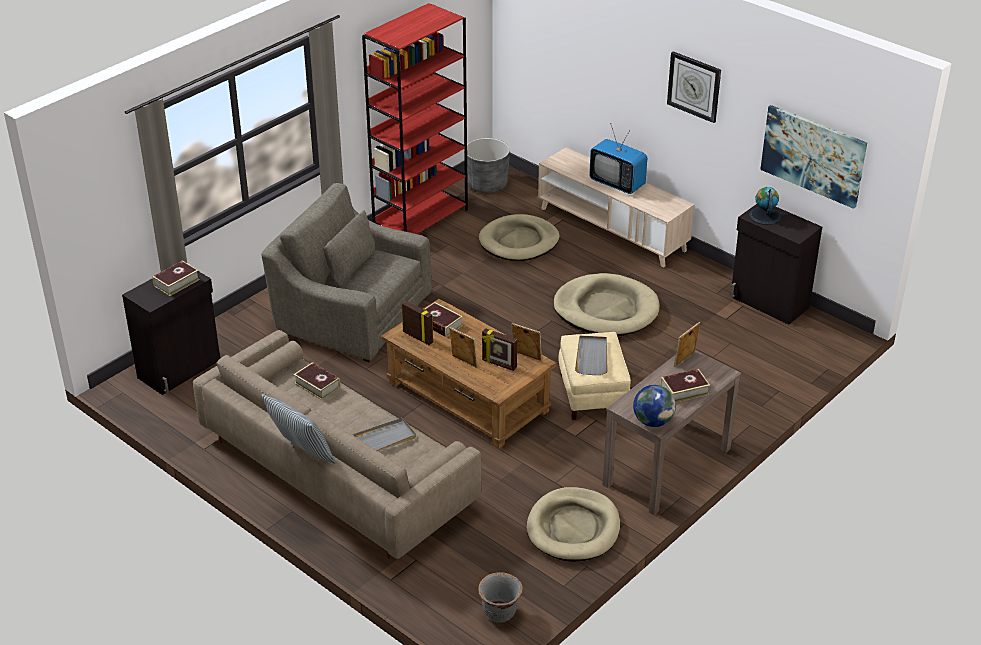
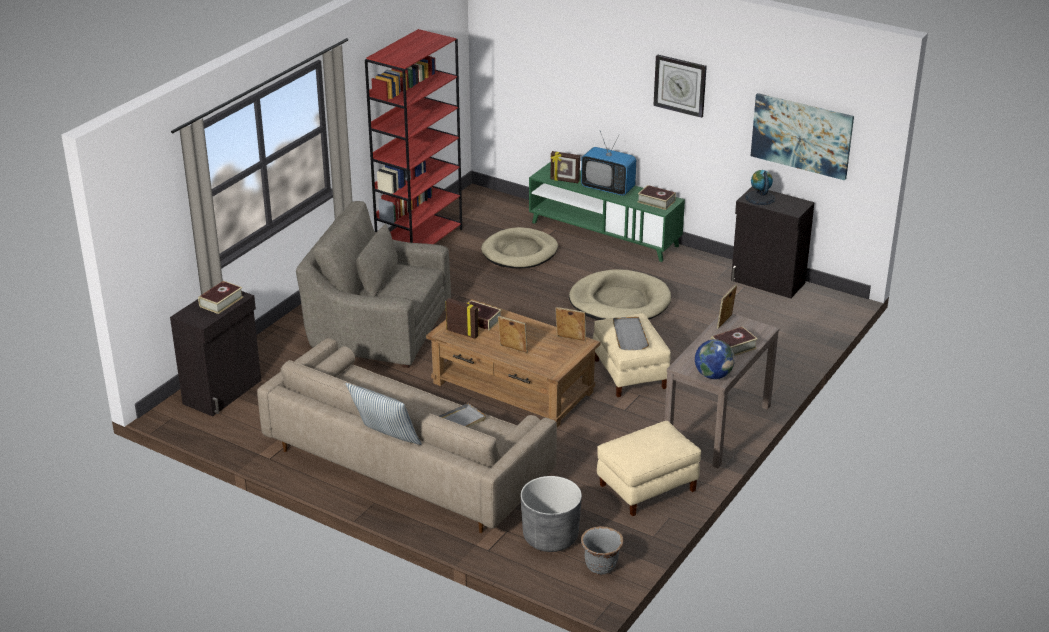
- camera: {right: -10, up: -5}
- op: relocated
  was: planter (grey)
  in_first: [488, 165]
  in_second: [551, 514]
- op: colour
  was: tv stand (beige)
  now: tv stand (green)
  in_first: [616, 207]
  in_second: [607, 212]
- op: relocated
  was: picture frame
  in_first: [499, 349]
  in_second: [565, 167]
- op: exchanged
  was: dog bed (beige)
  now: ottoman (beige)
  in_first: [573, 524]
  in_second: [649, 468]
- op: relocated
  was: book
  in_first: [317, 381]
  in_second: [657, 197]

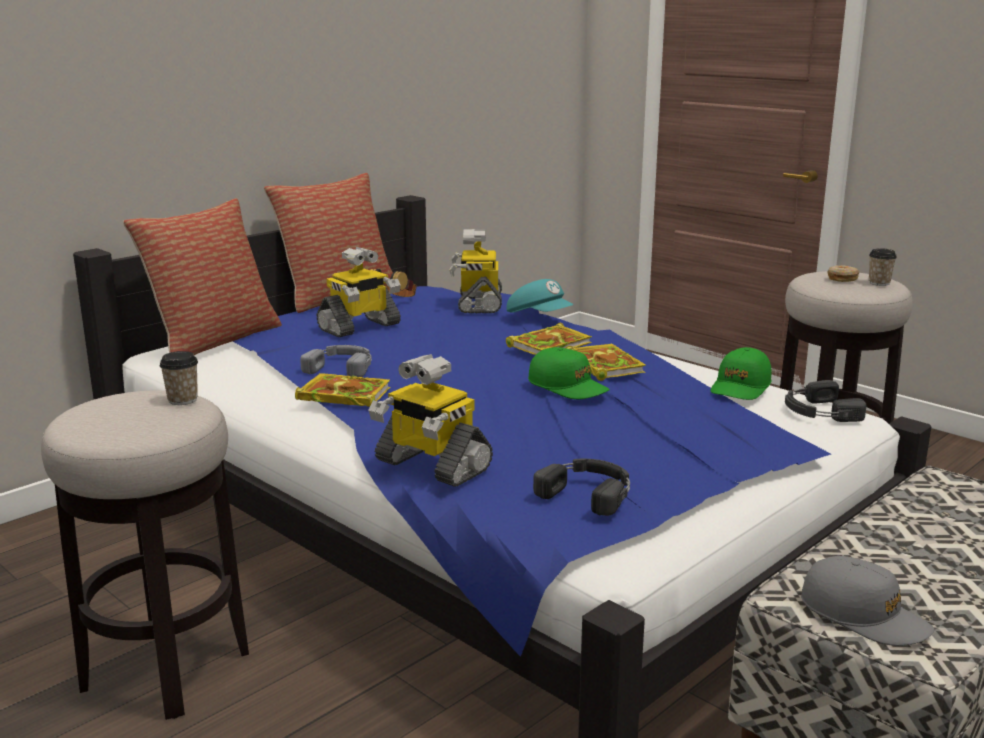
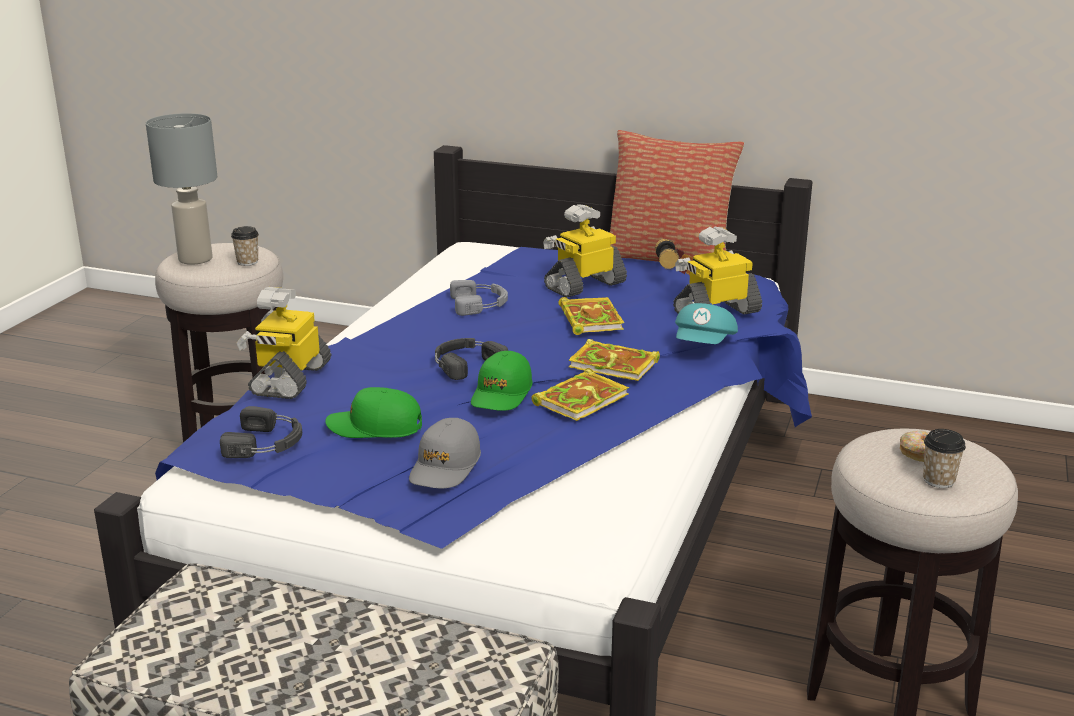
- camera: {right: 65, up: 5}
- op: appeared
  now: table lamp (grey)
  in_second: [181, 189]
- op: relocated
  was: cap (green)
  in_first: [741, 373]
  in_second: [373, 412]
- op: relocated
  was: cap (grey)
  in_first: [867, 601]
  in_second: [445, 453]
- op: relocated
  was: headphones (black)
  in_first: [825, 401]
  in_second: [471, 359]
- op: spun
  was: toy robot
  in_first: [359, 292]
  in_second: [585, 251]
  clockwise: 120
- op: relocated
  was: book
  in_first: [343, 390]
  in_second: [591, 316]
- op: missing
  was: pillow
  in_first: [202, 276]

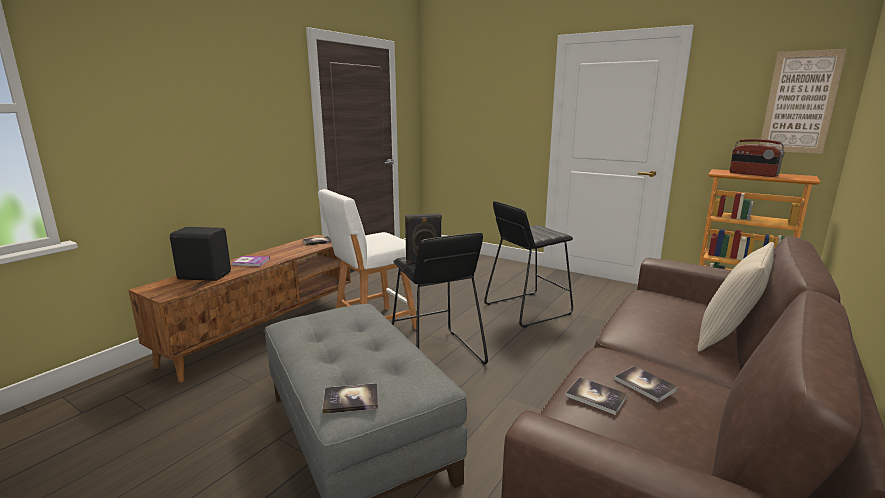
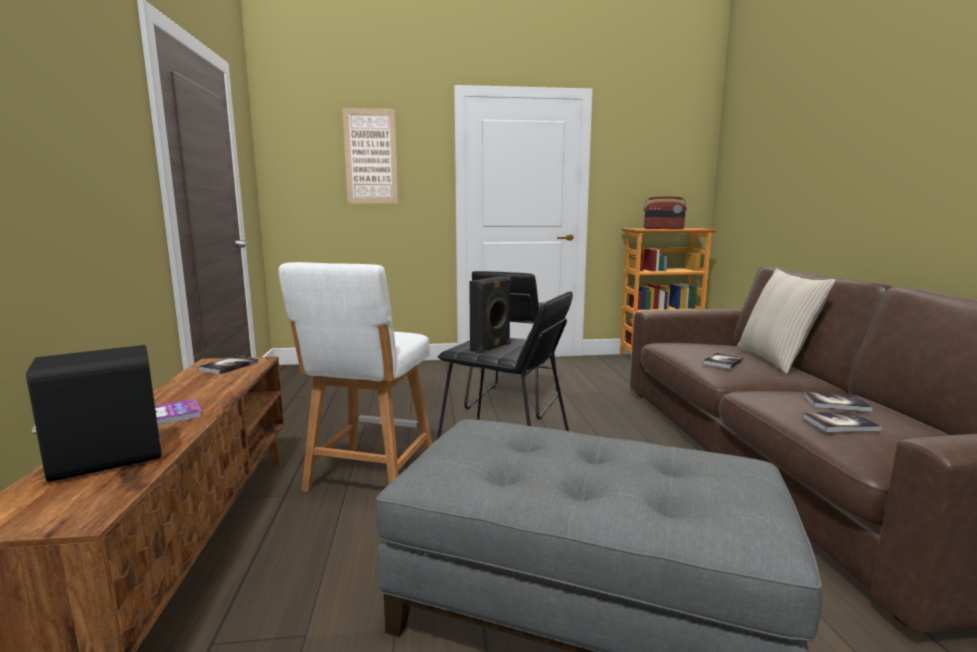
- camera: {right: -40, up: -5}
- op: relocated
  was: picture
  in_first: [803, 101]
  in_second: [370, 155]
- op: relocated
  was: book
  in_first: [350, 398]
  in_second: [723, 361]

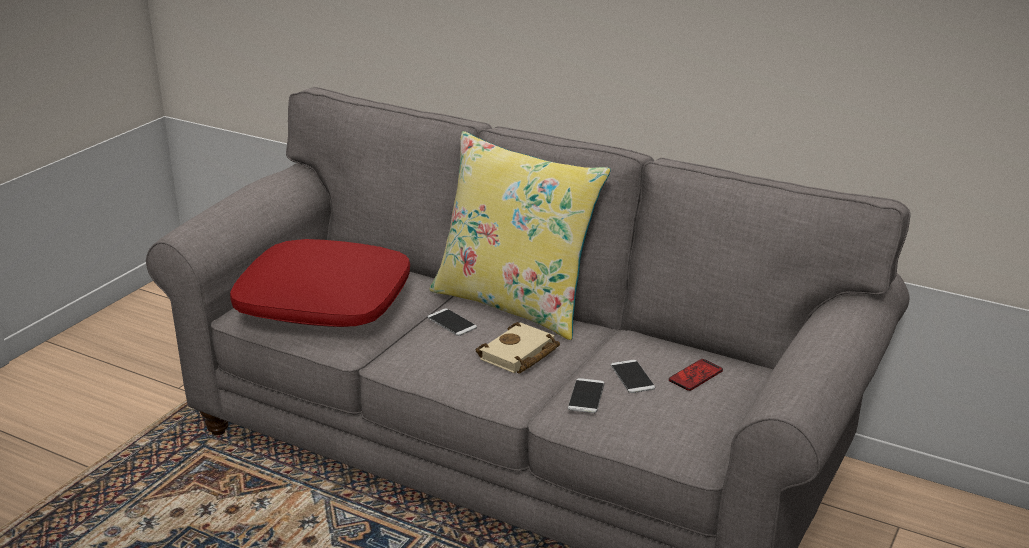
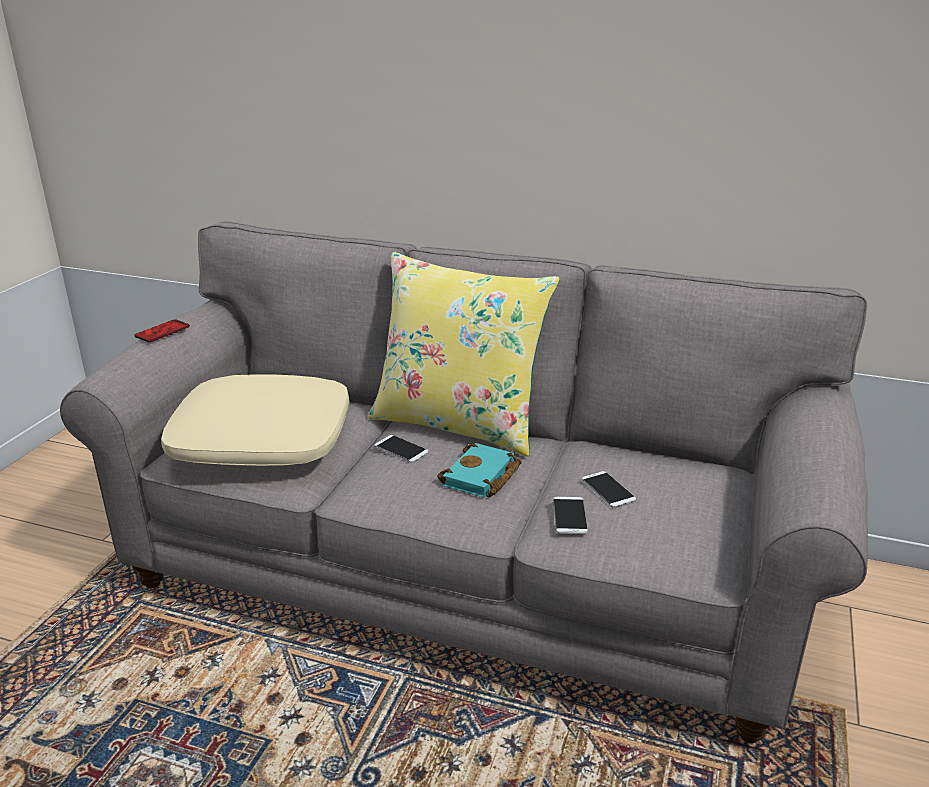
- camera: {right: -10, up: 0}
- op: relocated
  was: phone
  in_first: [696, 375]
  in_second: [162, 330]
- op: colour
  was: pillow (red)
  now: pillow (beige)
  in_first: [320, 283]
  in_second: [255, 420]
- op: colour
  was: book (beige)
  now: book (turquoise)
  in_first: [518, 348]
  in_second: [479, 470]

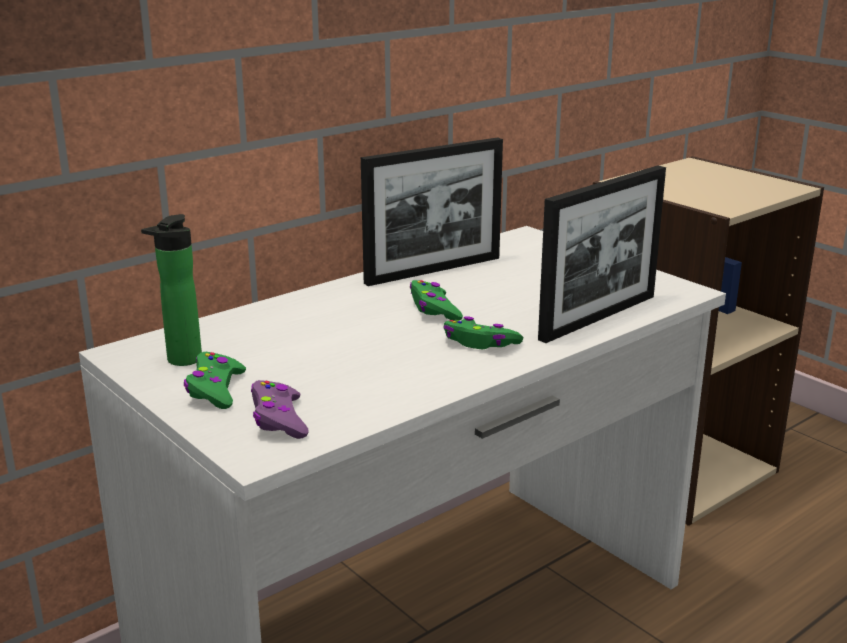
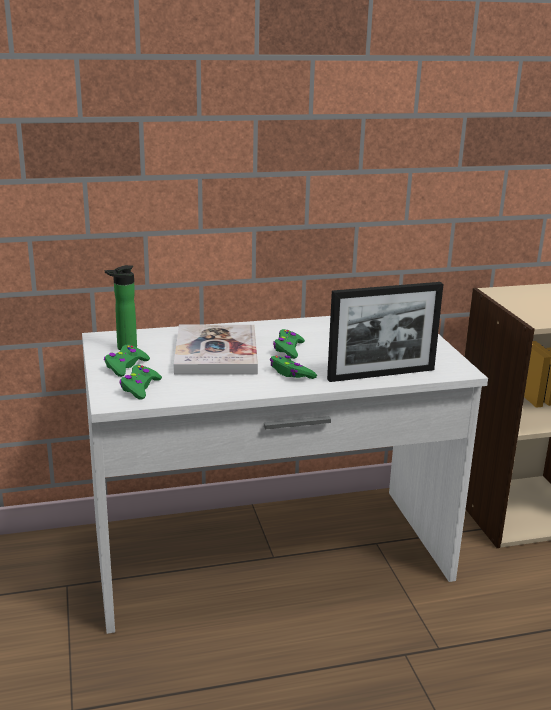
- camera: {right: 25, up: 0}
- op: colour
  was: game controller (purple)
  now: game controller (green)
  in_first: [280, 409]
  in_second: [140, 382]
- op: appeared
  now: book
  in_second: [216, 349]
- op: missing
  was: picture frame
  in_first: [432, 211]

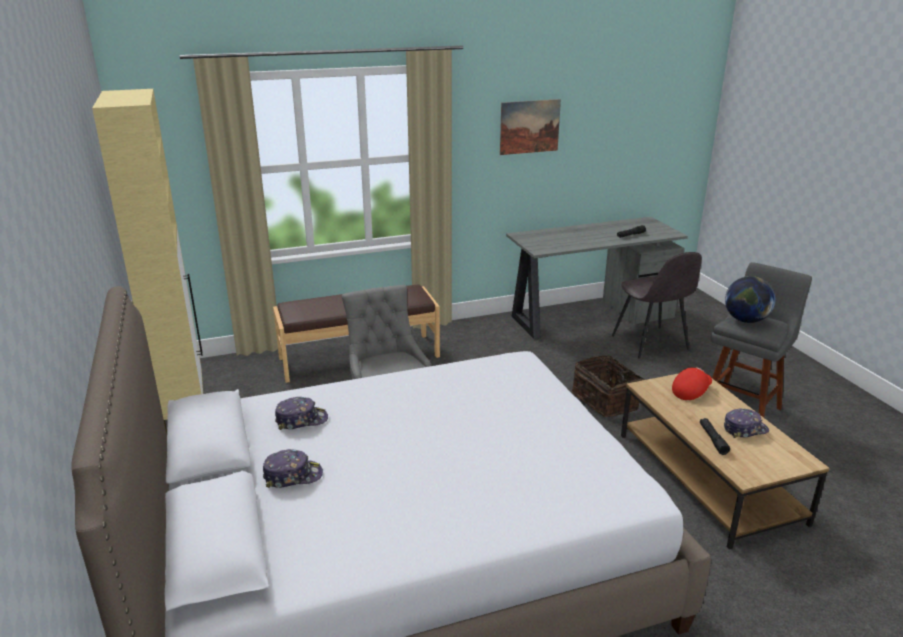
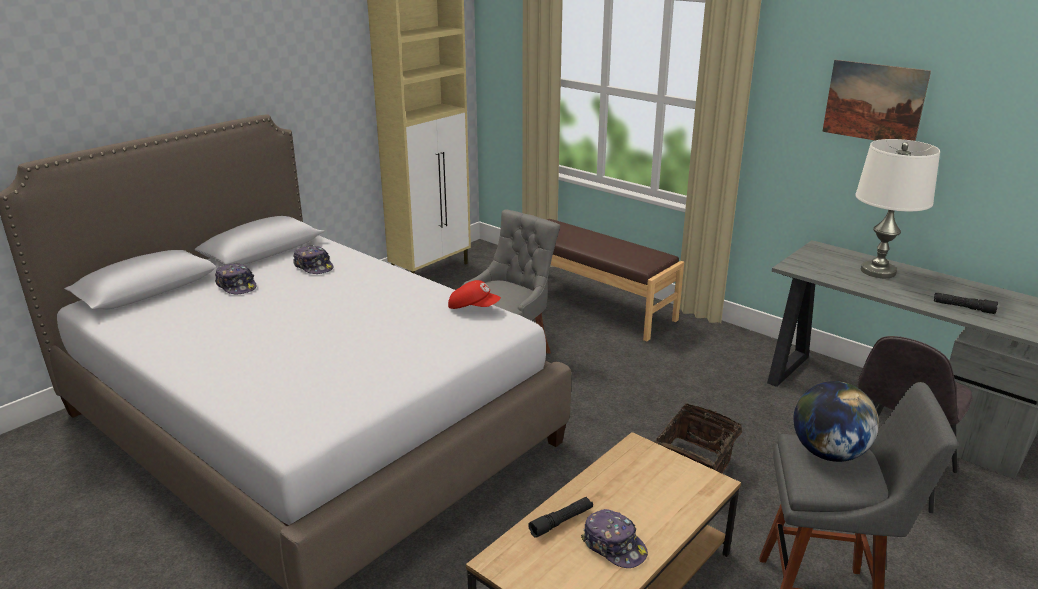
- camera: {right: 60, up: 0}
- op: relocated
  was: cap (red)
  in_first: [692, 383]
  in_second: [474, 294]
- op: appeared
  now: table lamp (white)
  in_second: [898, 208]

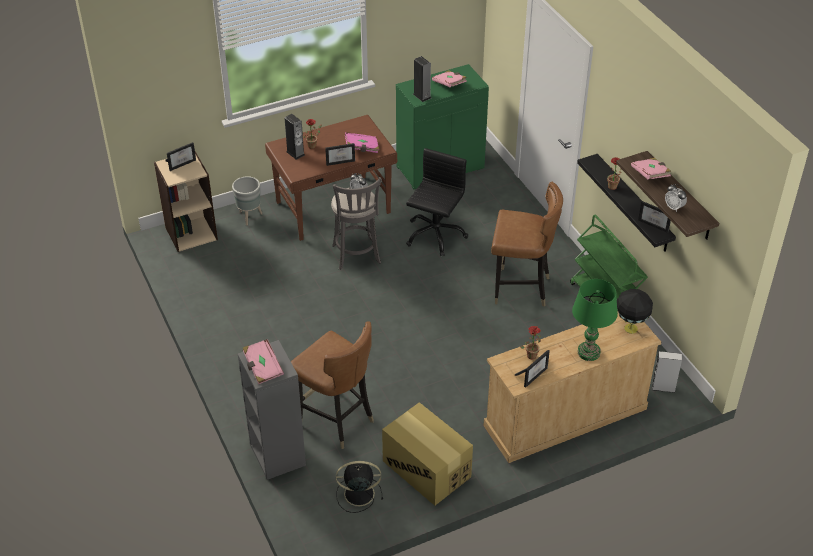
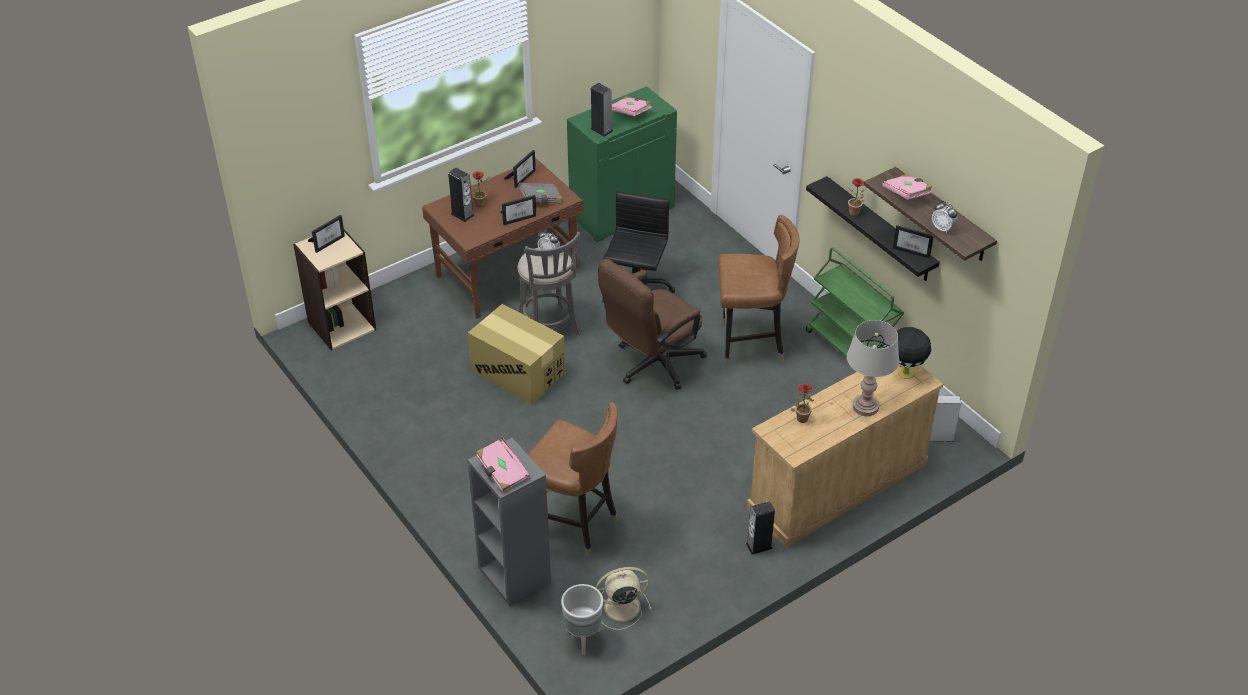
- camera: {right: -10, up: 0}
- op: relocated
  was: cardboard box
  in_first: [427, 454]
  in_second: [516, 354]
- op: relocated
  was: picture frame
  in_first: [532, 369]
  in_second: [520, 169]
- op: colour
  was: book (pink)
  now: book (grey)
  in_first: [362, 142]
  in_second: [540, 193]
- op: relocated
  was: planter (grey)
  in_first: [247, 201]
  in_second: [582, 619]
- op: colour
  was: fan (black)
  now: fan (beige)
  in_first: [359, 487]
  in_second: [624, 598]
- op: appeared
  now: office chair (brown)
  in_second: [652, 324]
- op: appeared
  now: speaker
  in_second: [760, 528]
- op: colour
  was: table lamp (green)
  now: table lamp (grey)
  in_first: [595, 320]
  in_second: [873, 368]

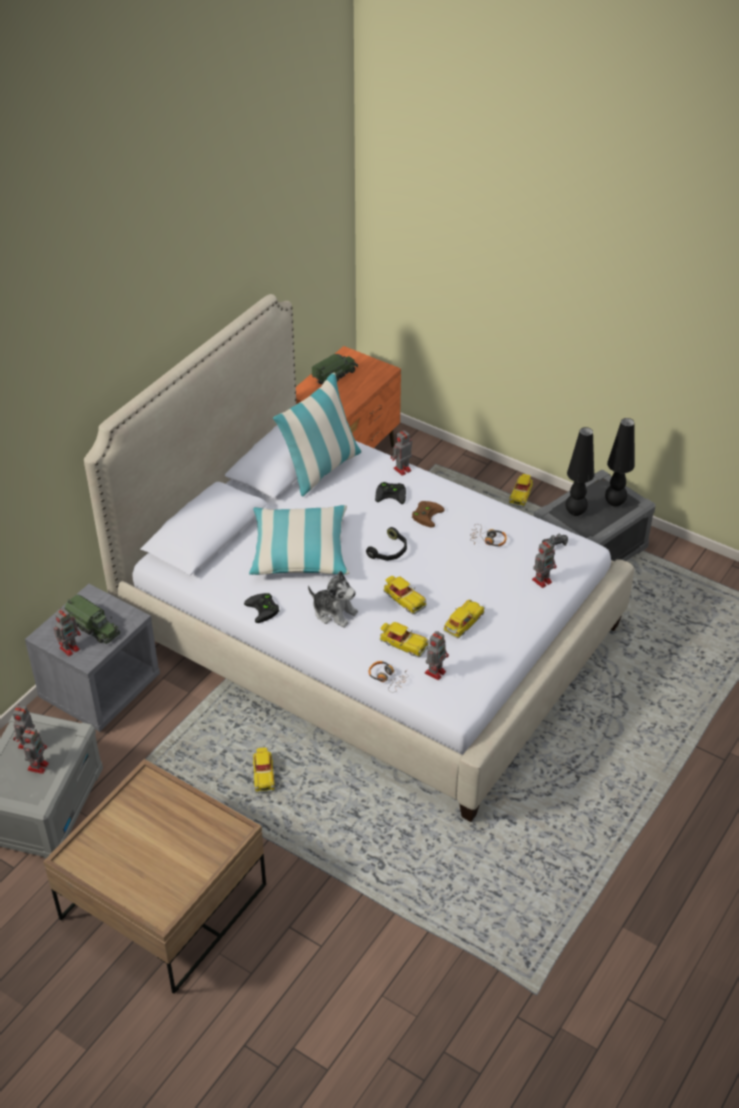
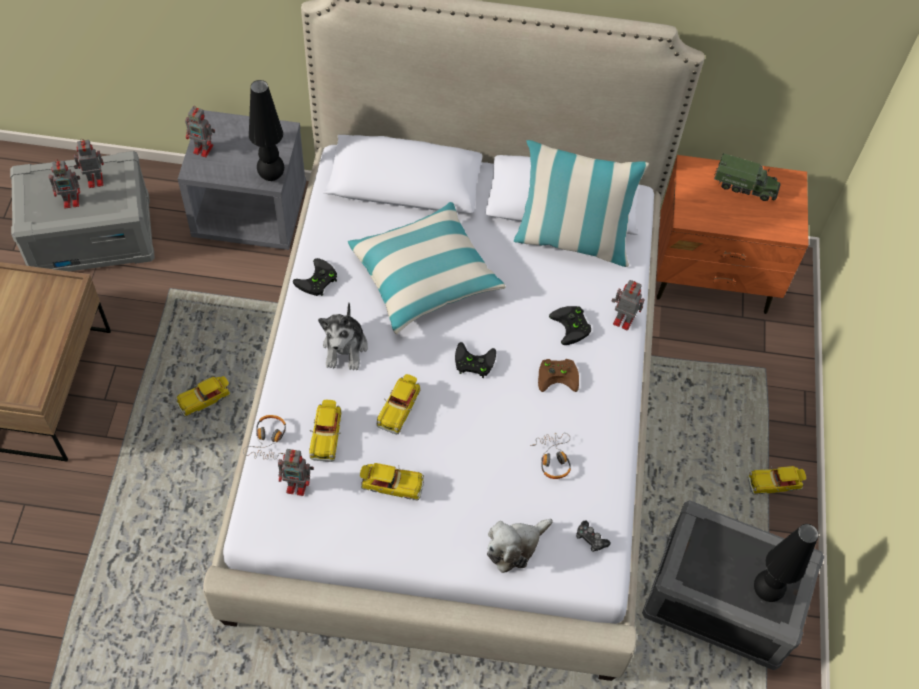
- camera: {right: 60, up: 15}
- op: relocated
  was: table lamp (black)
  in_first: [580, 471]
  in_second: [266, 130]
- op: exchanged
  was: headphones (black)
  now: game controller (black)
  in_first: [386, 544]
  in_second: [475, 360]
- op: exchanged
  was: toy robot
  now: plush toy
  in_first: [544, 563]
  in_second: [520, 546]
- op: missing
  was: toy truck
  in_first: [92, 619]

